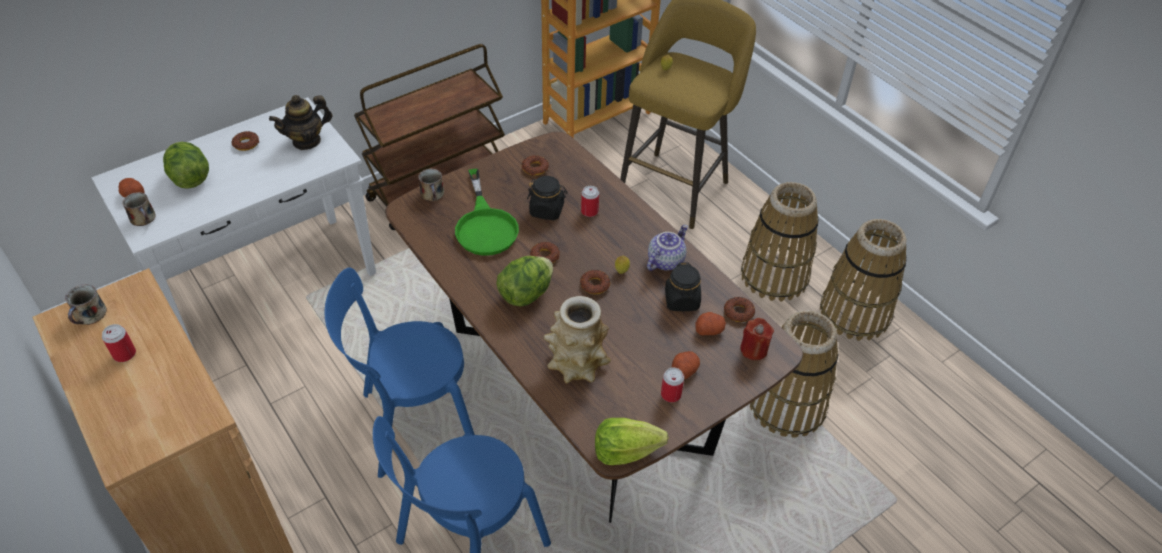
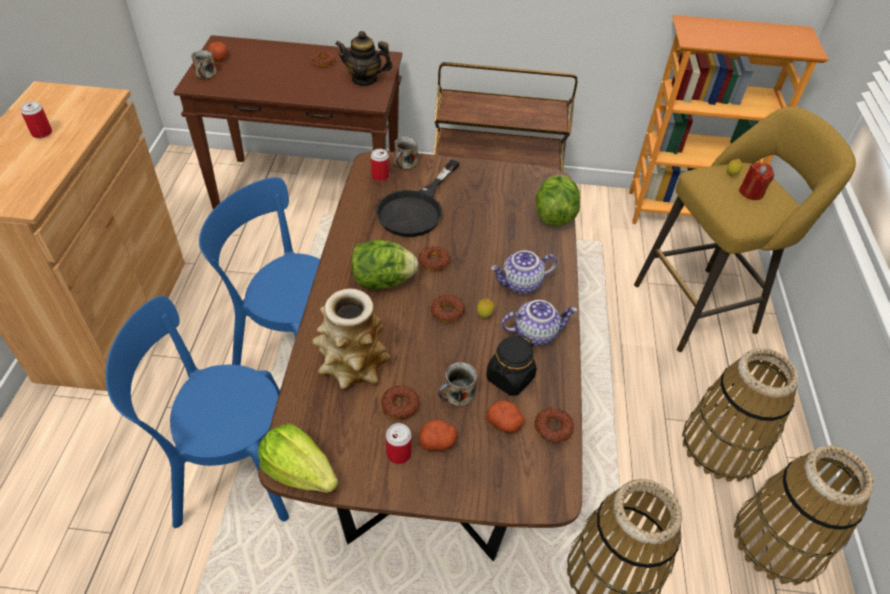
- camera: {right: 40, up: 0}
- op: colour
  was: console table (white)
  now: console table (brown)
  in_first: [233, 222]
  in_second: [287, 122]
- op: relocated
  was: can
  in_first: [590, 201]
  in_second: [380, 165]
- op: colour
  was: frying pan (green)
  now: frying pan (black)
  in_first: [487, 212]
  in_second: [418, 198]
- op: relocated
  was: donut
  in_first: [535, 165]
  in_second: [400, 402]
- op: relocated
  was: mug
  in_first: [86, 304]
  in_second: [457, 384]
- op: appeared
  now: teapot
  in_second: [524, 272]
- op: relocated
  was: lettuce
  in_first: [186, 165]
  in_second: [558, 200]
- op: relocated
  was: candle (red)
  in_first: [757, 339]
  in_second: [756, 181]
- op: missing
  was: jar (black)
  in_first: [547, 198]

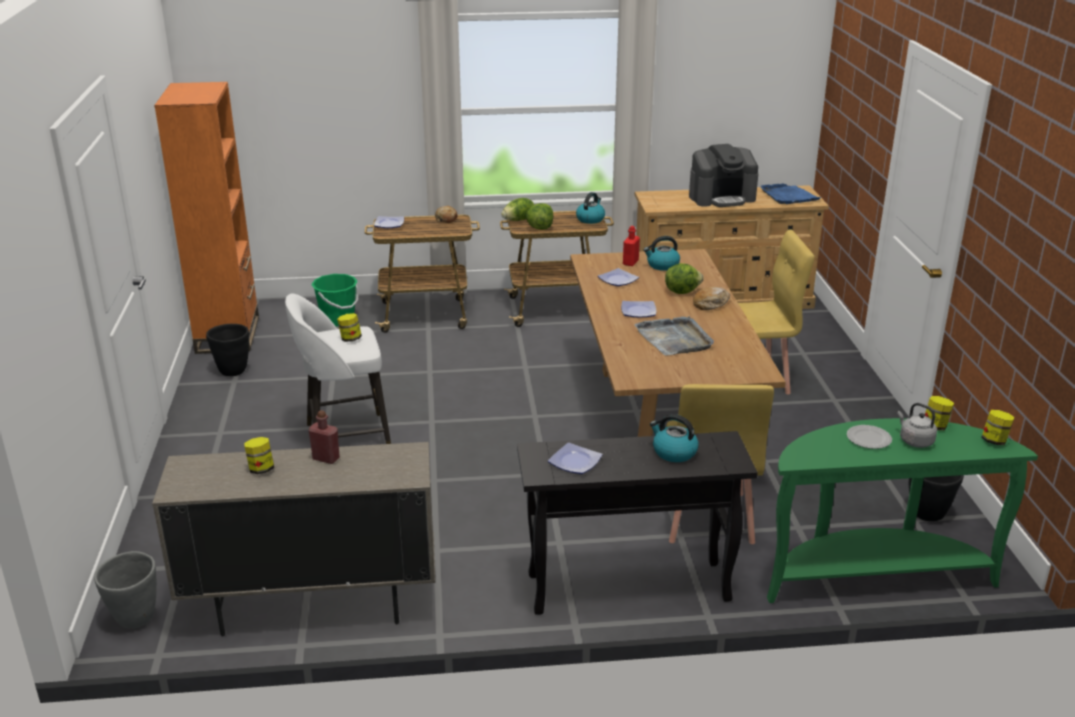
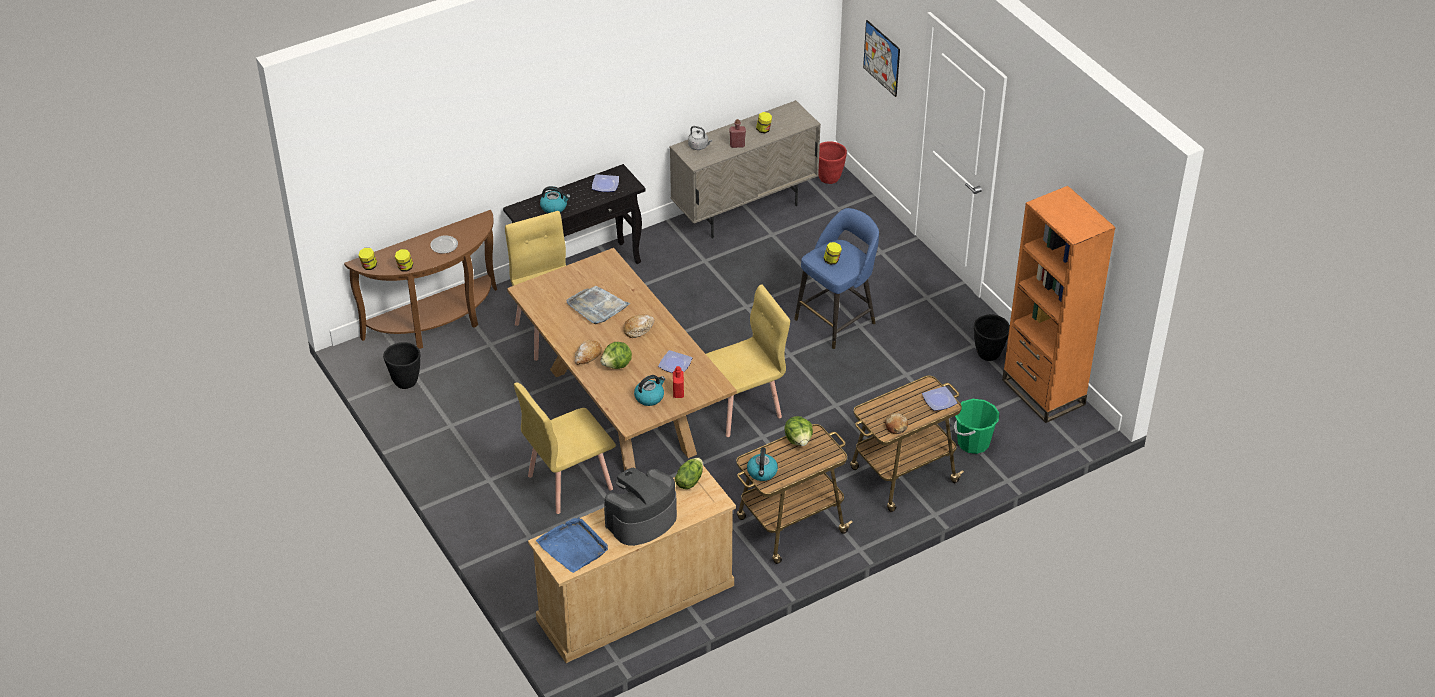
- camera: {right: 155, up: 15}
- op: colour
  was: console table (green)
  now: console table (brown)
  in_first: [902, 510]
  in_second: [420, 279]
- op: exchanged
  was: plate
  now: bread
  in_first: [638, 309]
  in_second: [638, 326]
- op: relocated
  was: lettuce
  in_first: [517, 209]
  in_second: [689, 473]
- op: relocated
  was: kettle (grey)
  in_first: [917, 425]
  in_second: [700, 138]
- op: appeared
  now: chair (yellow)
  in_second: [748, 360]
- op: colour
  was: stool (white)
  now: stool (blue)
  in_first: [338, 369]
  in_second: [836, 278]
- op: colour
  was: planter (grey)
  now: planter (red)
  in_first: [125, 590]
  in_second: [832, 162]
- op: appeared
  now: picture
  in_second: [881, 58]

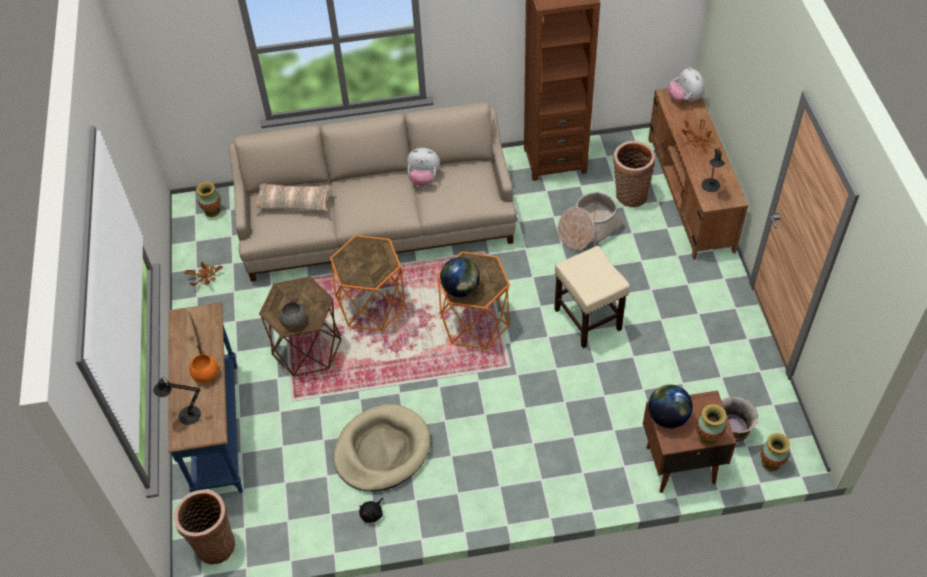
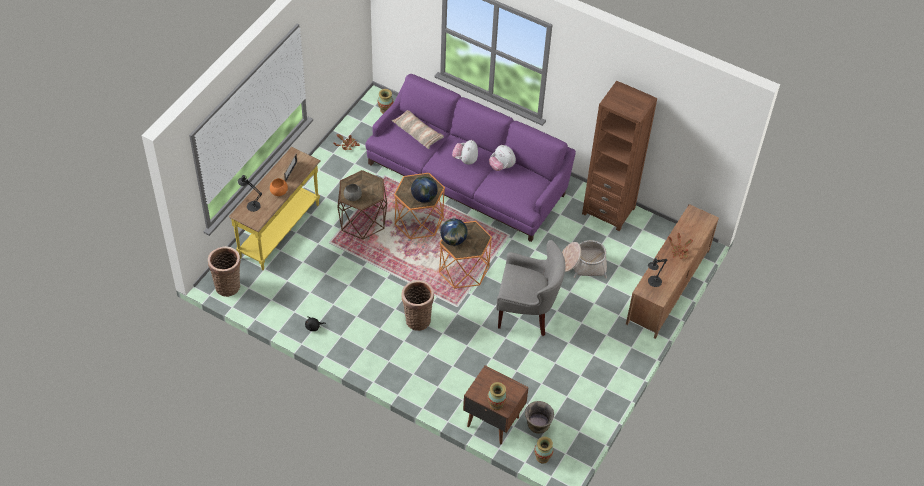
- camera: {right: 35, up: 0}
- op: colour
  was: console table (blue)
  now: console table (yellow)
  in_first: [205, 398]
  in_second: [274, 208]
- op: colour
  was: sofa (beige)
  now: sofa (purple)
  in_first: [373, 192]
  in_second: [470, 158]
- op: relocated
  was: basket
  in_first: [634, 174]
  in_second: [418, 305]
- op: relocated
  was: globe
  in_first: [670, 406]
  in_second: [424, 189]
- op: relocated
  was: plush toy
  in_first: [686, 84]
  in_second: [465, 152]
- op: exchanged
  was: stool (beige)
  now: armchair (grey)
  in_first: [592, 297]
  in_second: [531, 288]
- op: missing
  was: dog bed (beige)
  in_first: [382, 447]

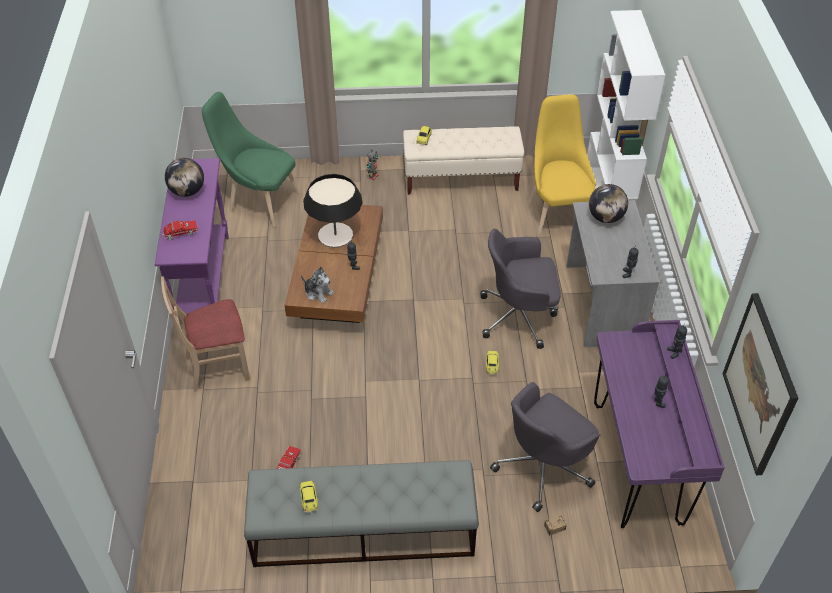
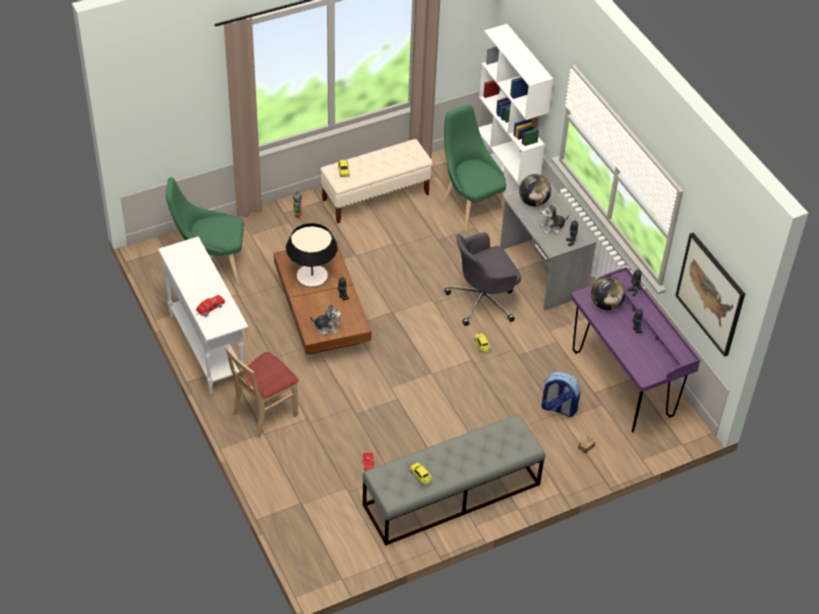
- camera: {right: -25, up: 0}
- op: colour
  was: console table (purple)
  now: console table (white)
  in_first: [192, 240]
  in_second: [203, 314]
- op: colour
  was: chair (yellow)
  now: chair (green)
  in_first: [562, 166]
  in_second: [474, 168]
- op: appeared
  now: plush toy
  in_second: [554, 217]
- op: exchanged
  was: office chair (grey)
  now: backpack
  in_first: [545, 447]
  in_second: [560, 394]
- op: relocated
  was: globe
  in_first: [184, 177]
  in_second: [608, 293]

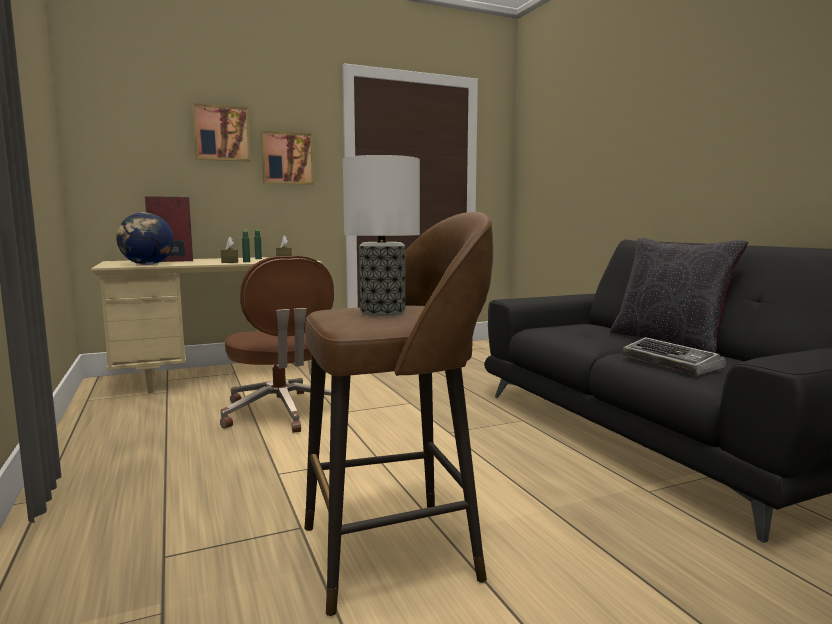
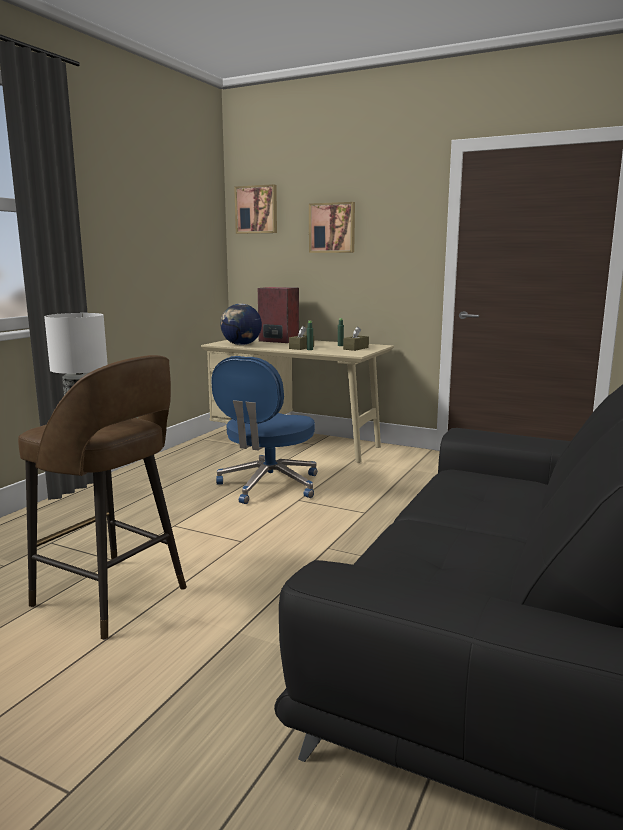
- camera: {right: 50, up: 5}
- op: colour
  was: office chair (brown)
  now: office chair (blue)
  in_first: [277, 344]
  in_second: [264, 430]
- op: relocated
  was: picture
  in_first: [287, 158]
  in_second: [255, 209]
- op: missing
  was: pillow (black)
  in_first: [679, 295]
- op: missing
  was: keyboard
  in_first: [674, 356]

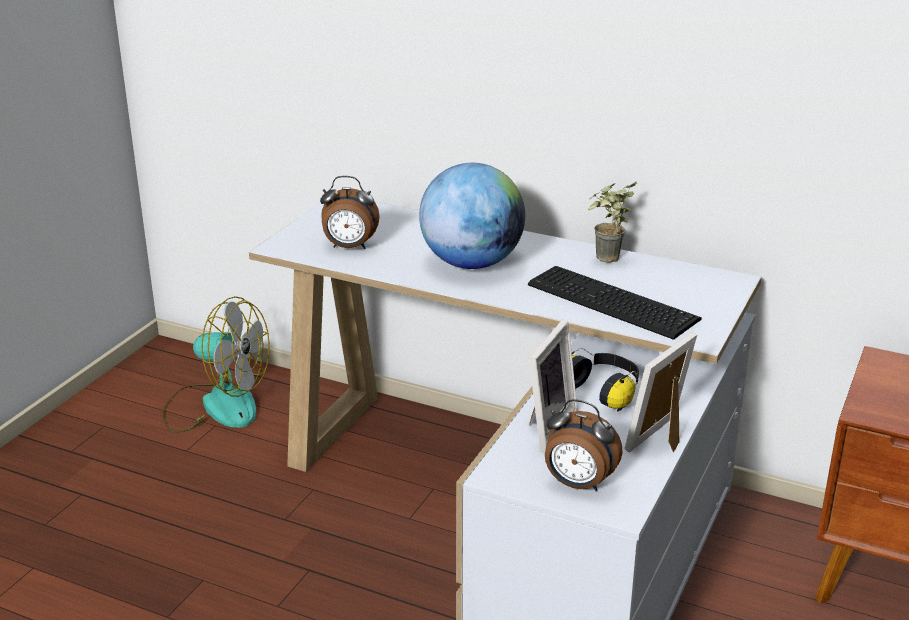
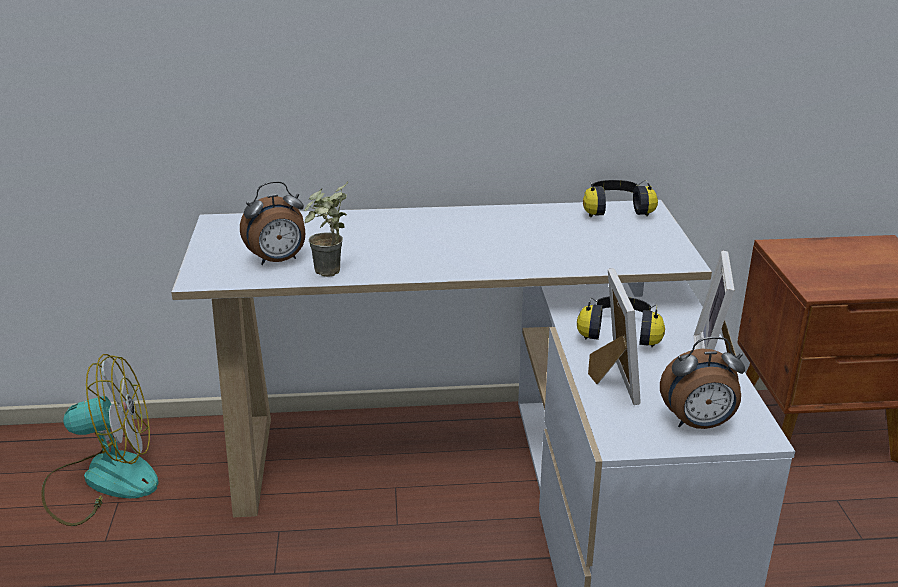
- camera: {right: -30, up: 0}
- op: relocated
  was: potted plant
  in_first: [612, 222]
  in_second: [326, 229]
- op: appeared
  now: headphones
  in_second: [620, 198]
- op: missing
  was: globe
  in_first: [472, 216]
- op: missing
  was: keyboard
  in_first: [615, 303]

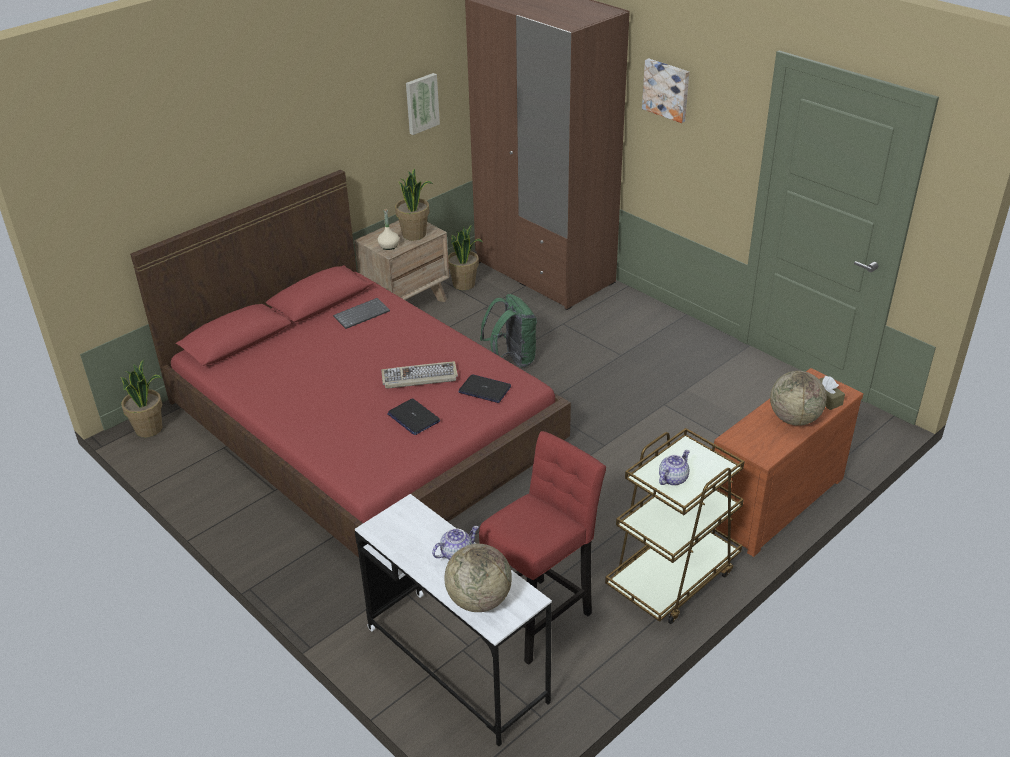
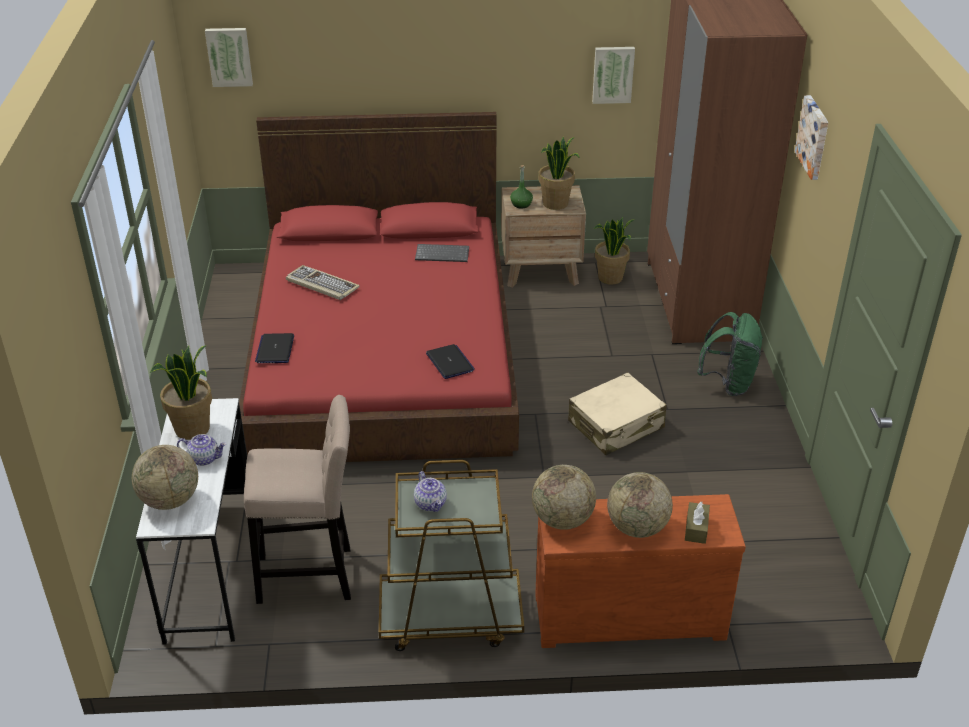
- camera: {right: 40, up: 0}
- op: relocated
  was: potted plant
  in_first: [142, 398]
  in_second: [181, 392]
- op: appeared
  now: picture
  in_second: [229, 57]
- op: colour
  was: stool (red)
  now: stool (beige)
  in_first: [542, 548]
  in_second: [297, 499]
- op: relocated
  was: laptop
  in_first: [413, 416]
  in_second: [274, 348]
- op: relocated
  was: keyboard
  in_first: [419, 375]
  in_second: [323, 282]
- op: spun
  was: teapot
  in_first: [674, 468]
  in_second: [430, 491]
  clockwise: 75
- op: colour
  was: bottle (beige)
  now: bottle (green)
  in_first: [388, 229]
  in_second: [521, 187]
- op: appeared
  now: globe
  in_second: [564, 497]
- op: appeared
  now: suitcase (beige)
  in_second: [617, 413]
- op: relocated
  was: backpack (green)
  in_first: [508, 330]
  in_second: [730, 354]

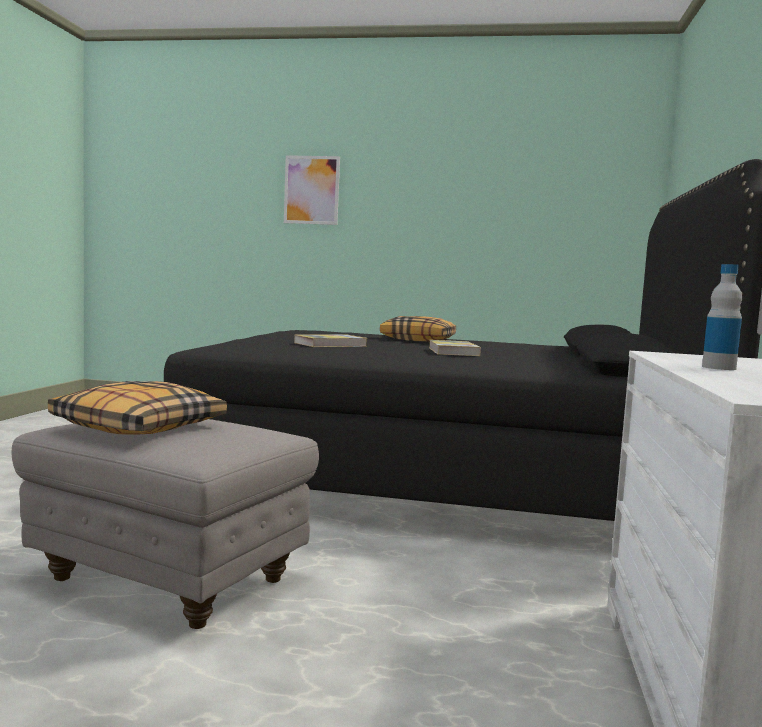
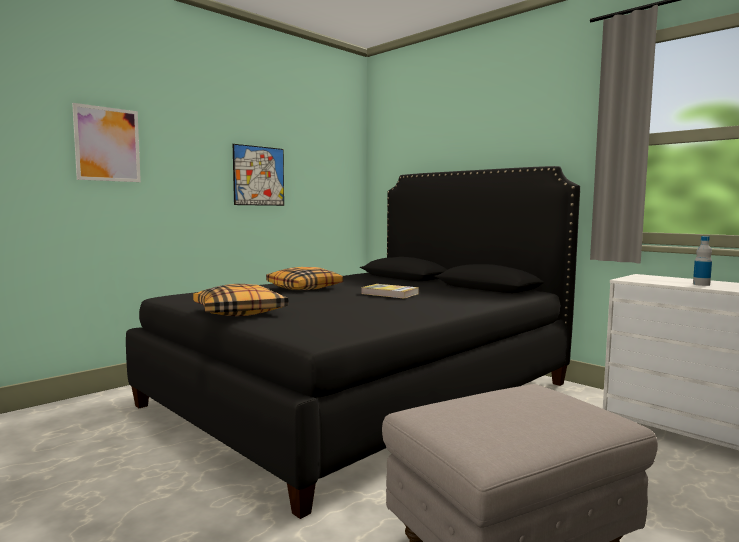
- camera: {right: -55, up: 0}
- op: relocated
  was: pillow
  in_first: [137, 408]
  in_second: [241, 300]
- op: appeared
  now: picture
  in_second: [258, 175]
- op: missing
  was: book
  in_first: [330, 340]

